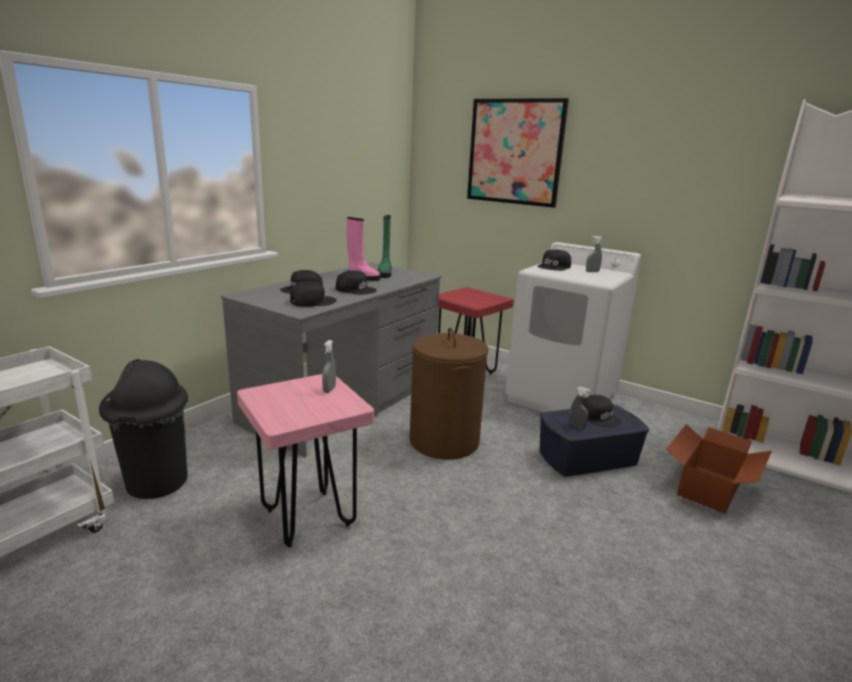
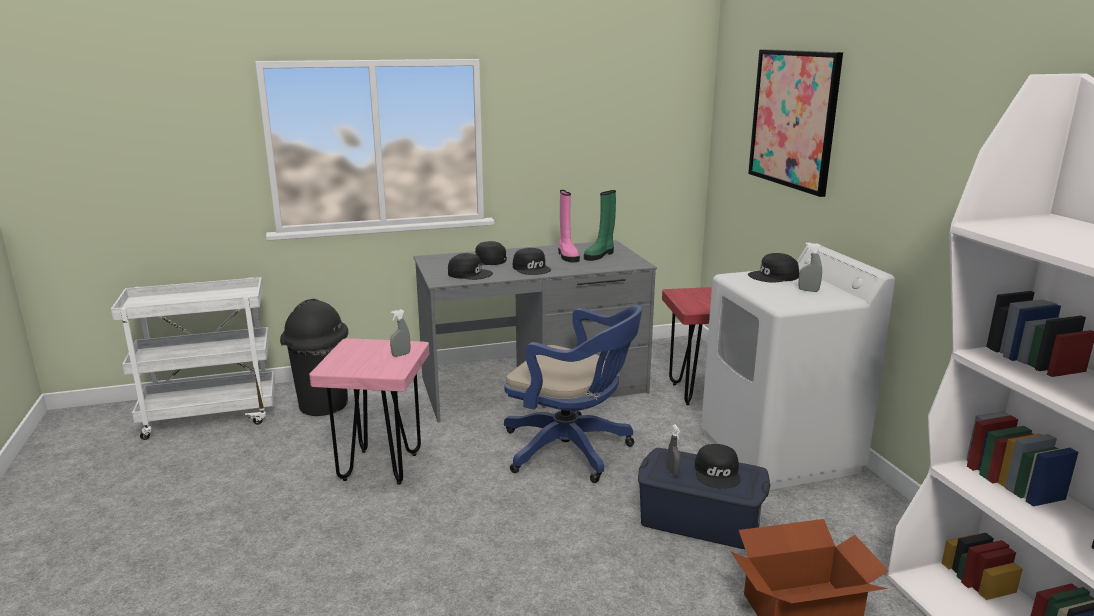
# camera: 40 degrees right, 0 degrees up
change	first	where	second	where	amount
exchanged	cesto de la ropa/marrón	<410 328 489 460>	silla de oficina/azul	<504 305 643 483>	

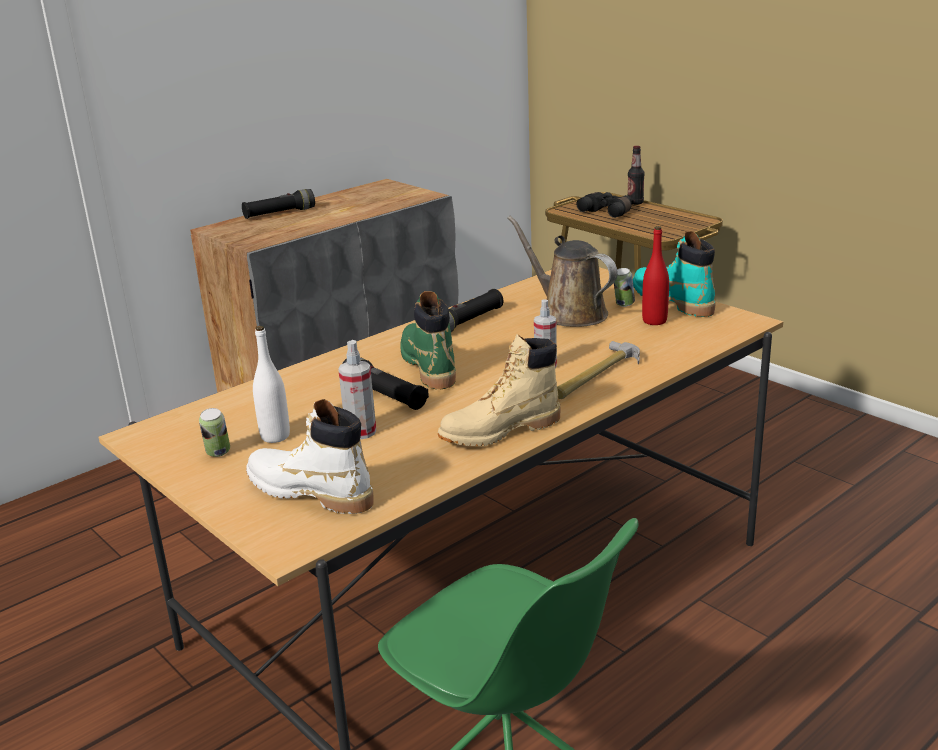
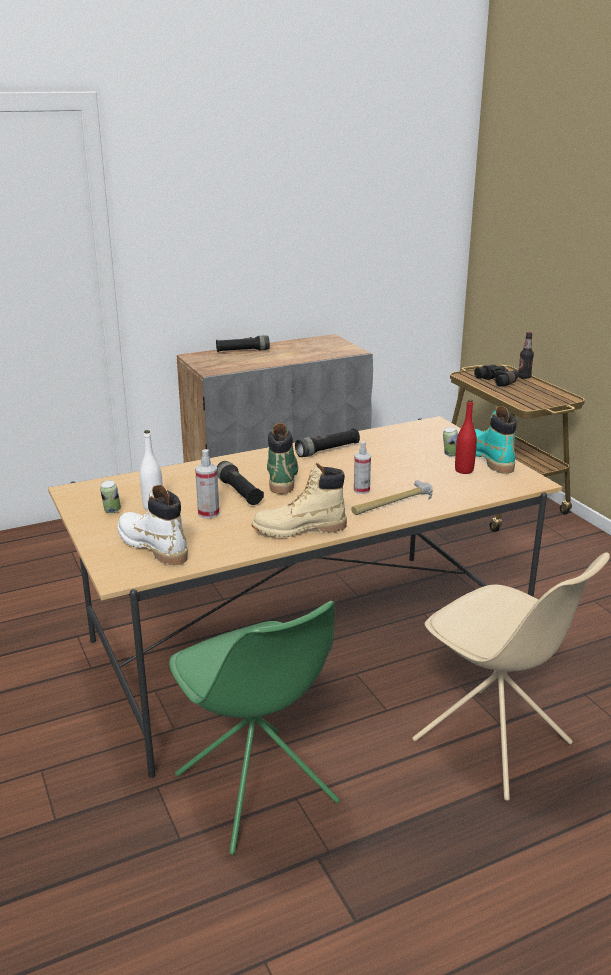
# camera: 15 degrees right, 0 degrees up
change	first	where	second	where	amount
missing	regadera/marrón	<507 216 618 327>			
appeared			silla/beis	<412 552 610 801>	

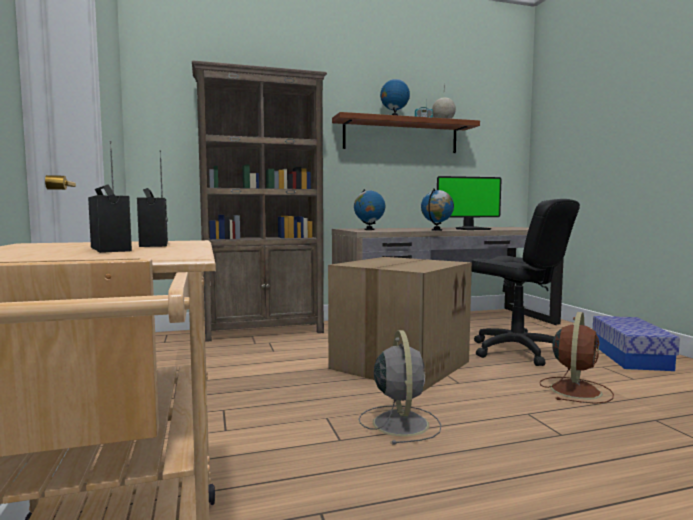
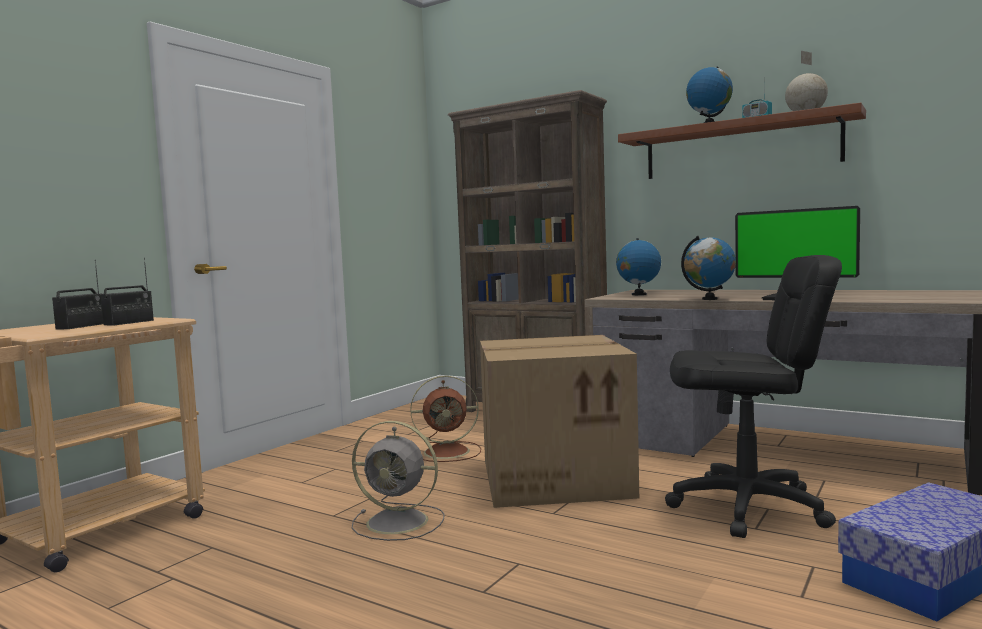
# camera: 50 degrees right, 0 degrees up
change	first	where	second	where	amount
spun	ventilador/gris	<359 330 441 445>		<352 421 445 541>	60 degrees clockwise
spun	silla de oficina/negro	<471 199 580 366>		<665 255 842 538>	90 degrees counterclockwise
relocated	ventilador/marrón	<539 312 614 404>		<410 376 481 462>	

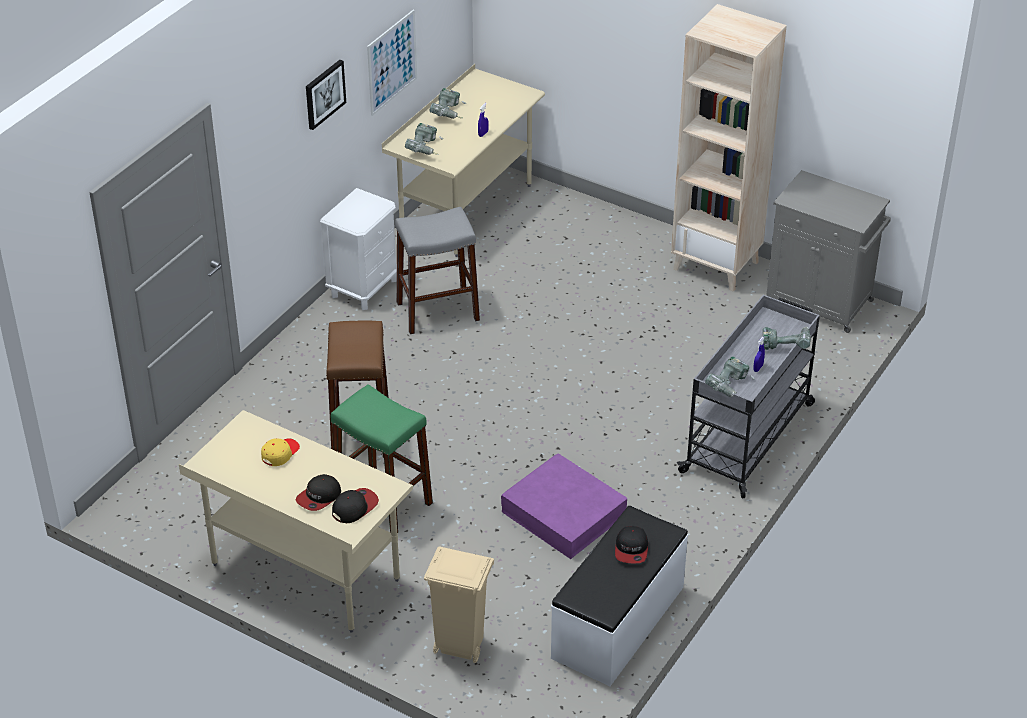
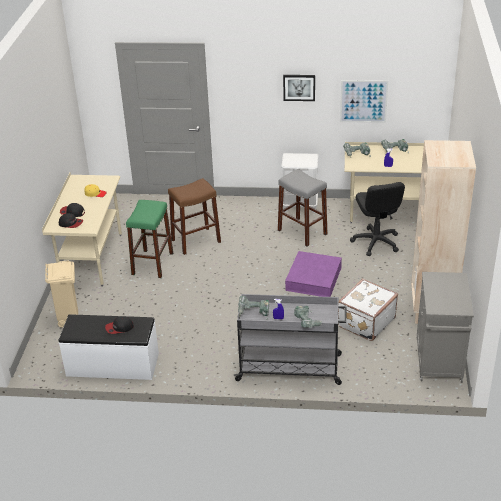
# camera: 65 degrees right, 5 degrees down
change	first	where	second	where	amount
relocated	caja de almacenaje/morado	<501 453 627 559>		<285 251 342 297>	
appeared			maleta/blanco	<338 279 398 341>	
appeared			silla de oficina/negro	<350 182 405 256>	

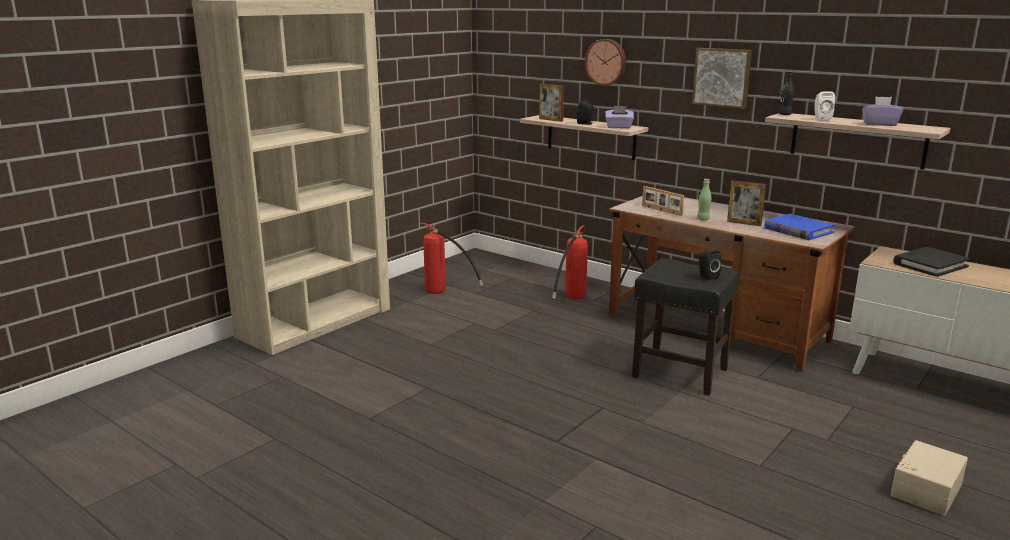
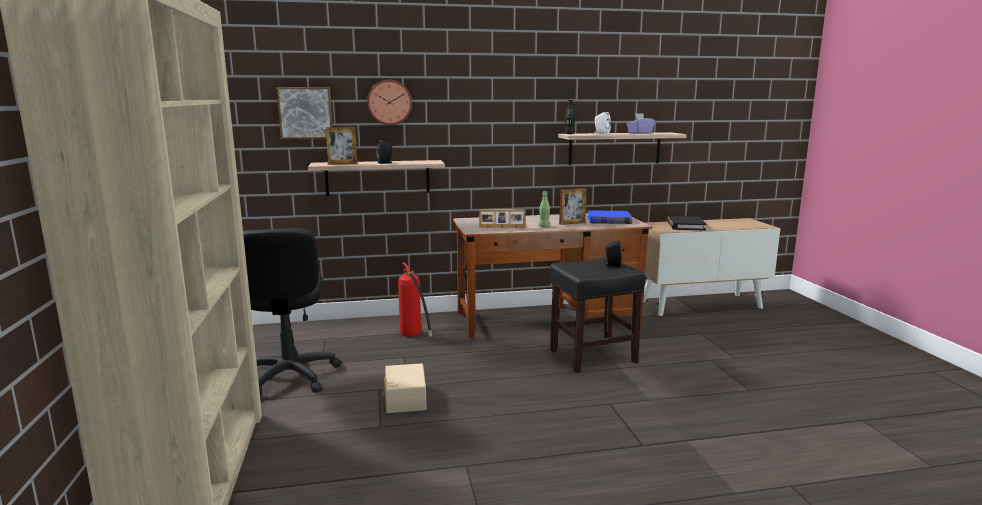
# camera: 50 degrees left, 5 degrees down
change	first	where	second	where	amount
exchanged	extintor	<419 223 483 294>	silla de oficina/negro	<243 228 342 397>	
missing	caja de pañuelos/morado	<605 106 634 129>			
relocated	cuadro	<692 48 752 109>		<276 87 332 139>	
relocated	caja de almacenaje/beis	<891 440 968 516>		<382 363 427 413>	

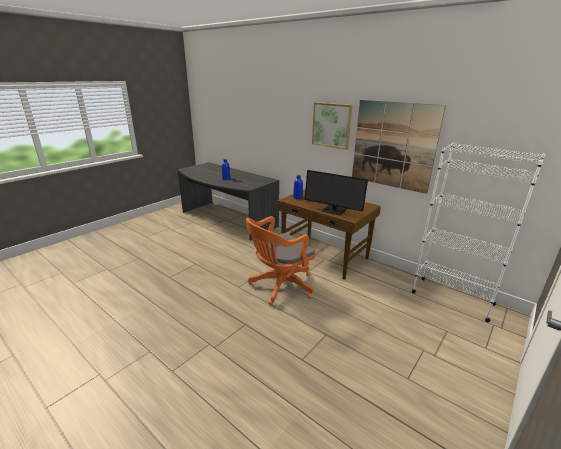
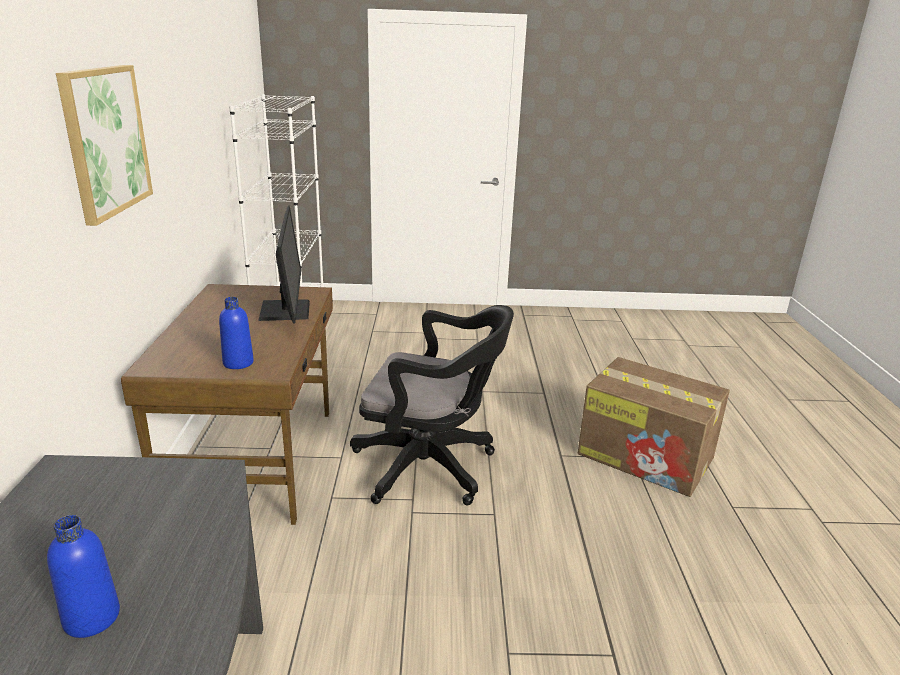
# camera: 130 degrees left, 0 degrees up
change	first	where	second	where	amount
colour	silla de oficina/naranja	<246 216 316 305>	silla de oficina/negro	<350 305 514 505>	
missing	cuadro	<352 100 446 194>			
appeared			caja de cartón	<578 357 730 497>	

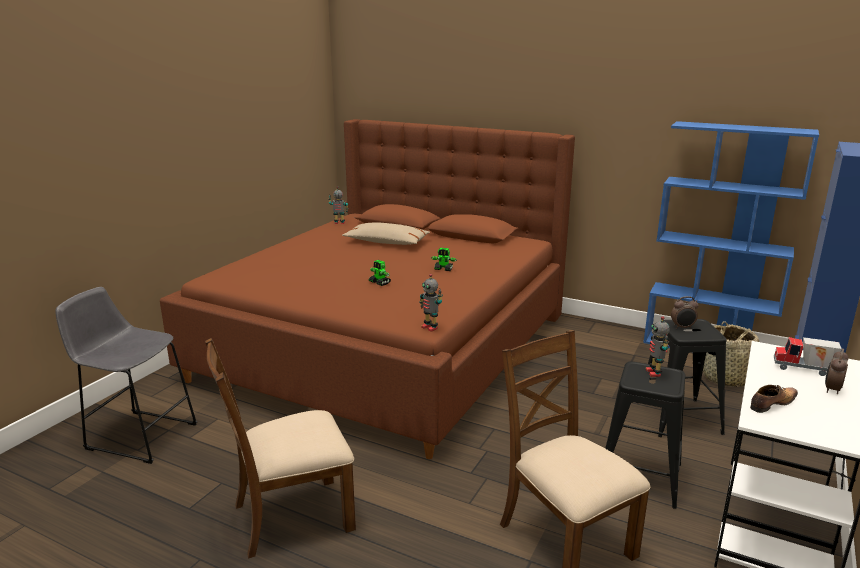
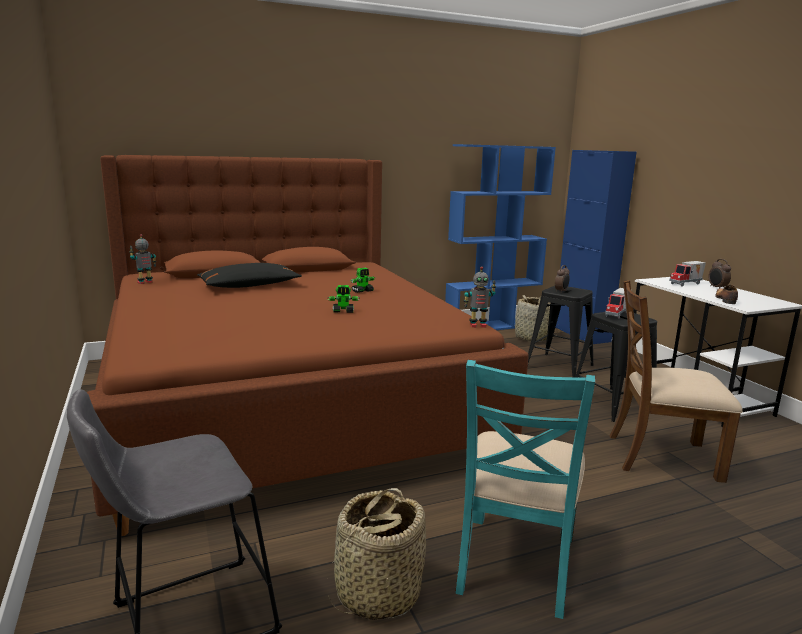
# camera: 50 degrees left, 5 degrees down
change	first	where	second	where	amount
colour	silla/marrón	<205 338 356 558>	silla/turquesa	<455 360 596 619>	
colour	cojín/beis	<342 222 430 245>	cojín/negro	<197 263 302 288>	
exchanged	robot de juguete	<646 316 670 377>	camión de juguete	<605 288 627 319>	
appeared			cesta	<328 488 426 620>	

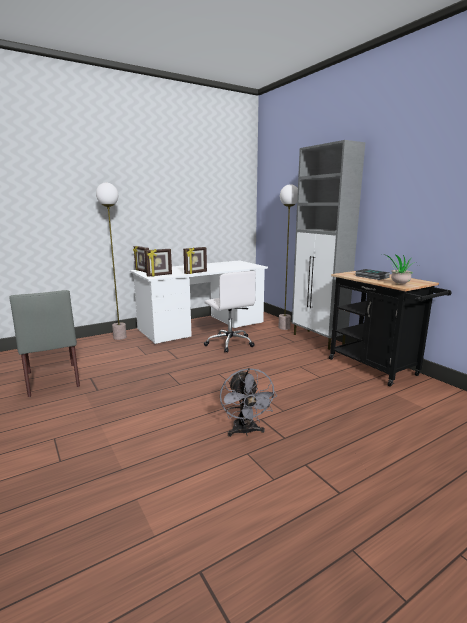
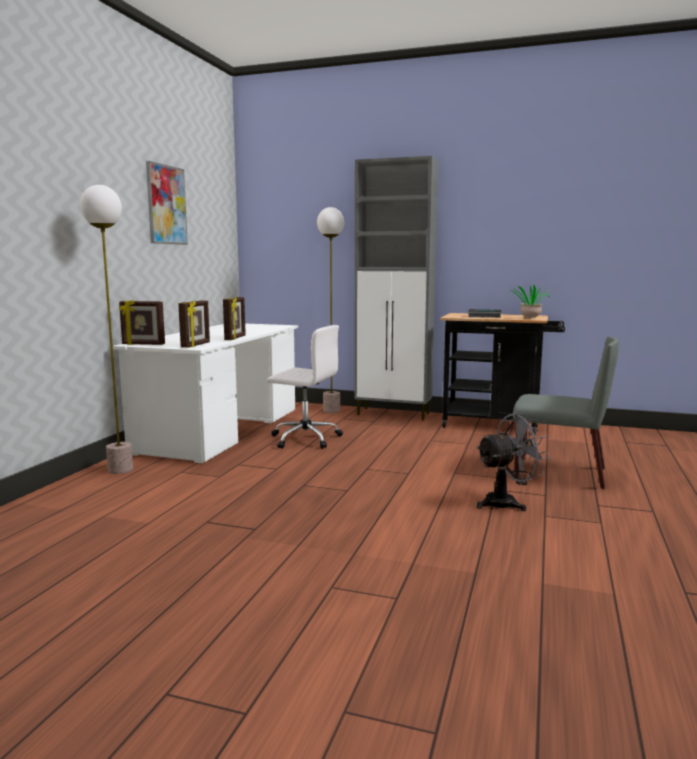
# camera: 40 degrees left, 5 degrees down
change	first	where	second	where	amount
relocated	silla/gris	<9 290 80 397>		<513 336 619 490>	
spun	ventilador/gris	<220 368 277 437>		<476 413 550 511>	60 degrees counterclockwise
appeared			cuadro	<146 161 188 245>	

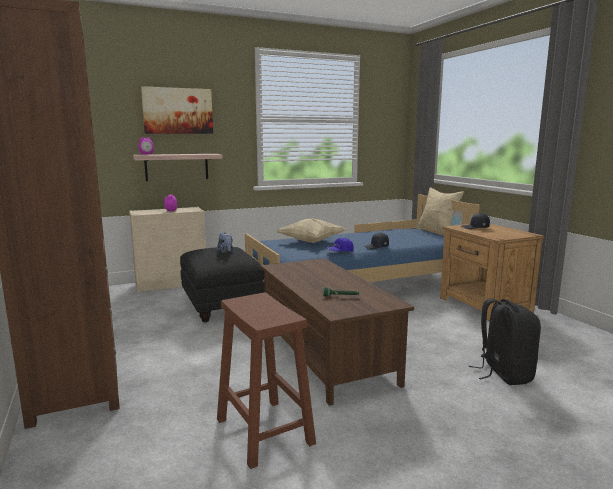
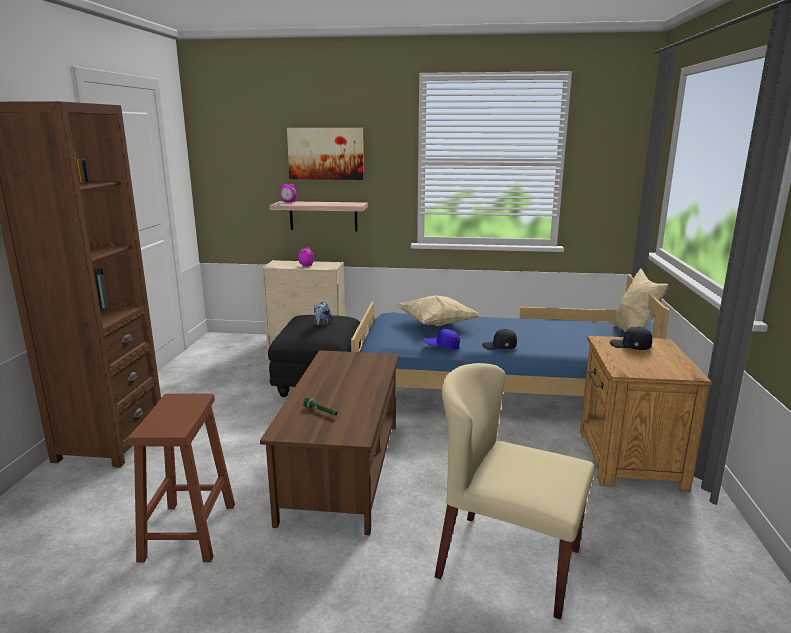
# camera: 30 degrees right, 5 degrees up
change	first	where	second	where	amount
exchanged	mochila/negro	<469 298 541 385>	silla/beis	<435 363 594 619>	

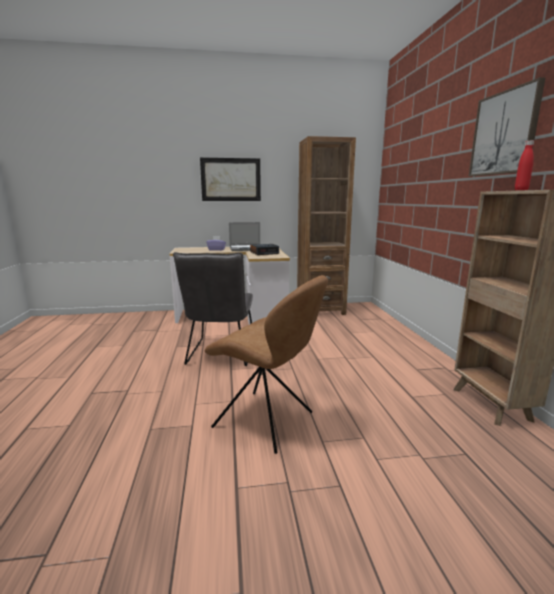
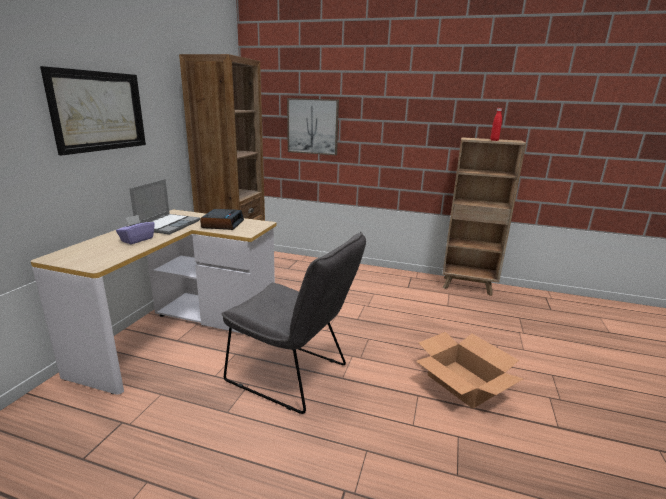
# camera: 65 degrees left, 5 degrees up
change	first	where	second	where	amount
exchanged	silla/marrón	<205 275 328 454>	caja de cartón	<416 332 523 409>	
relocated	cuadro	<469 77 545 176>		<287 98 339 155>	

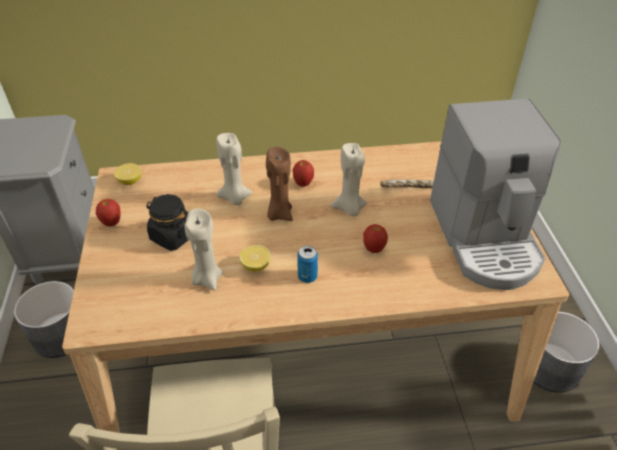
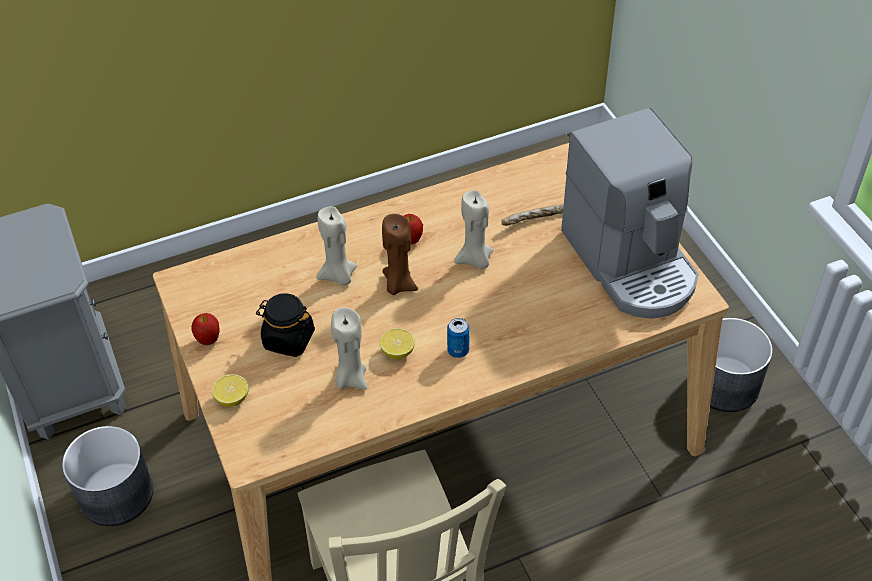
# camera: 15 degrees left, 5 degrees up
change	first	where	second	where	amount
relocated	limón	<114 163 142 185>		<212 374 249 407>	
missing	manzana	<363 224 388 253>			

